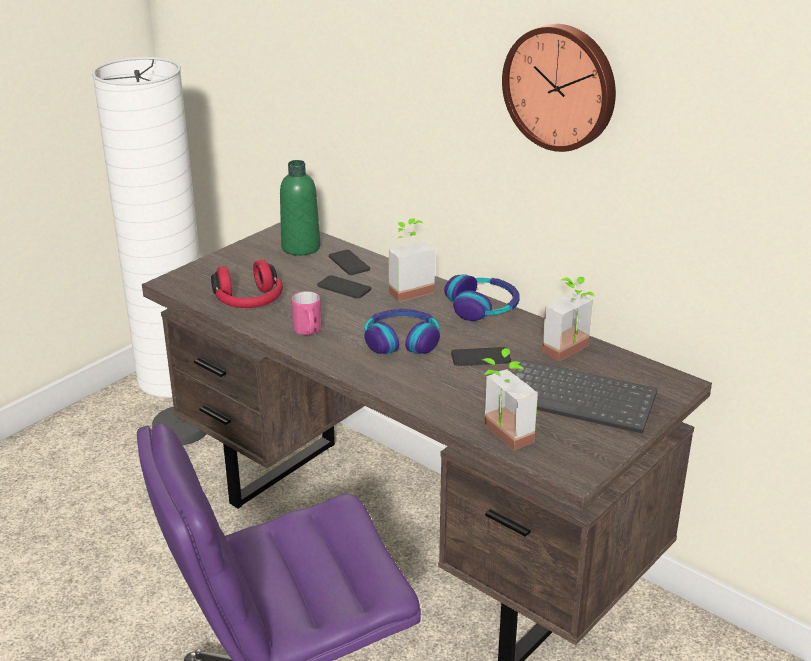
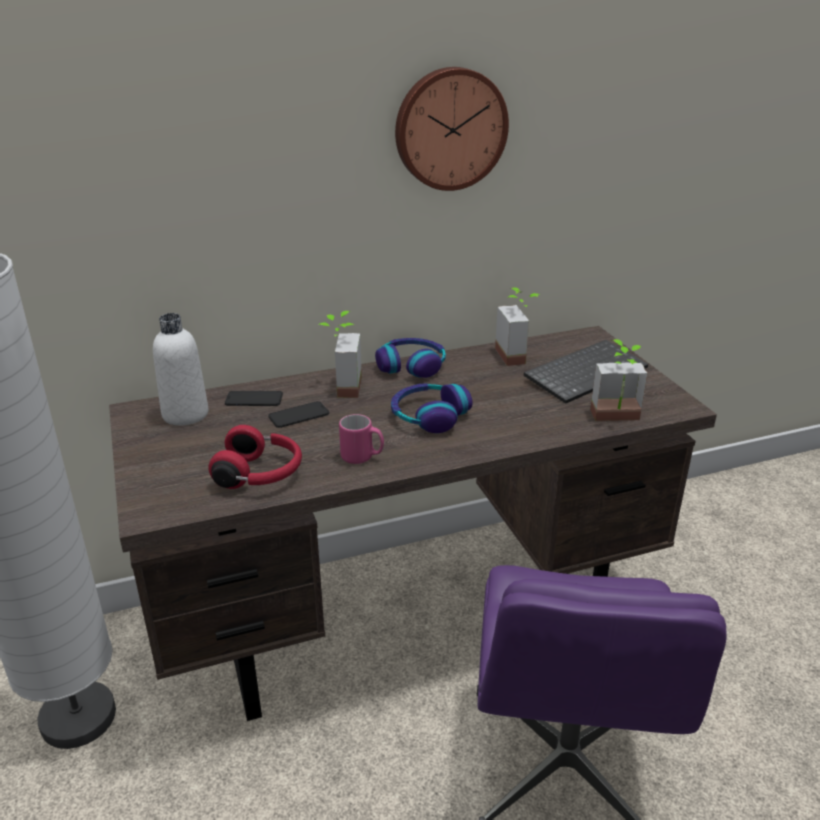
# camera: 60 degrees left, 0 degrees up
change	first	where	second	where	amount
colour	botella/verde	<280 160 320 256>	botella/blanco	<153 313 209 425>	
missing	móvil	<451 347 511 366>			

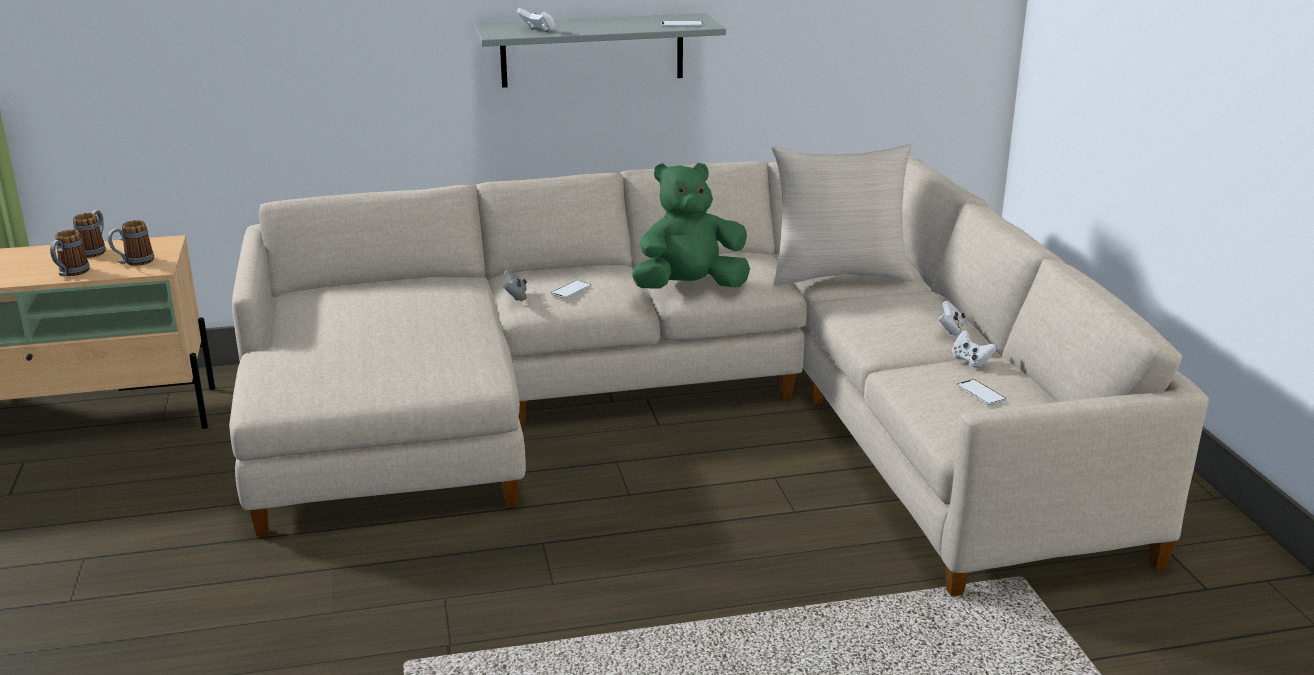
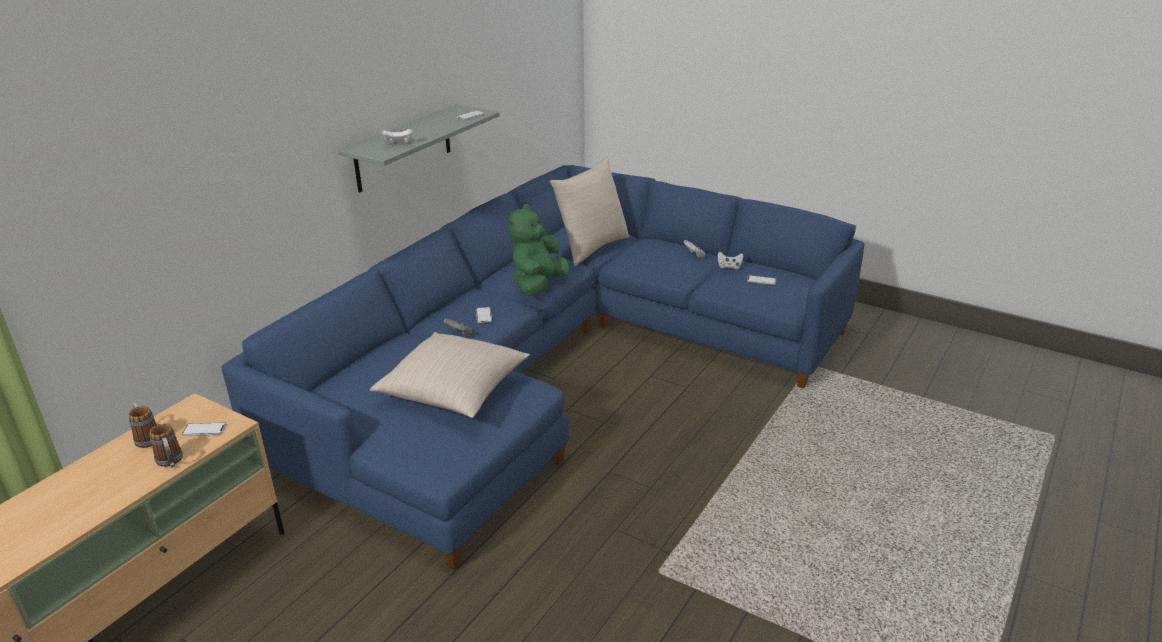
# camera: 45 degrees left, 5 degrees up
change	first	where	second	where	amount
exchanged	taza grande	<108 220 154 266>	móvil	<182 422 226 436>	
colour	sofá/beis	<229 157 1209 596>	sofá/azul	<221 165 864 570>	
appeared			cojín/beis	<370 332 530 418>	

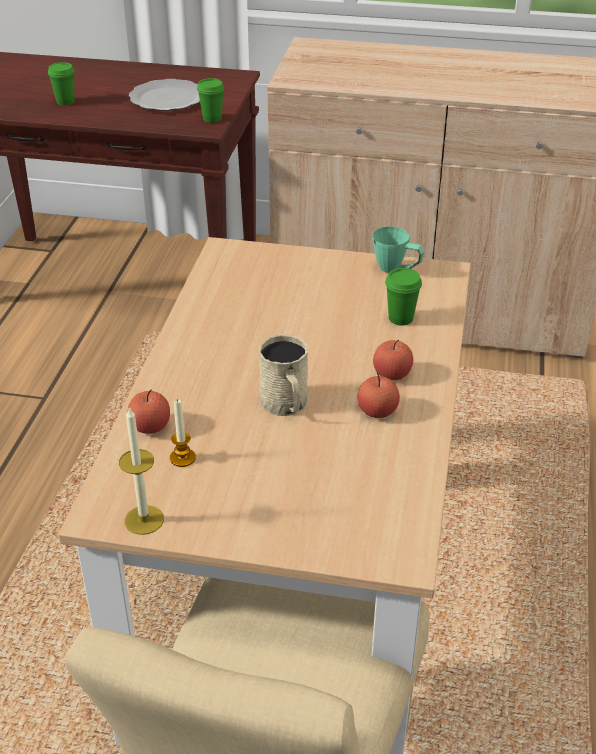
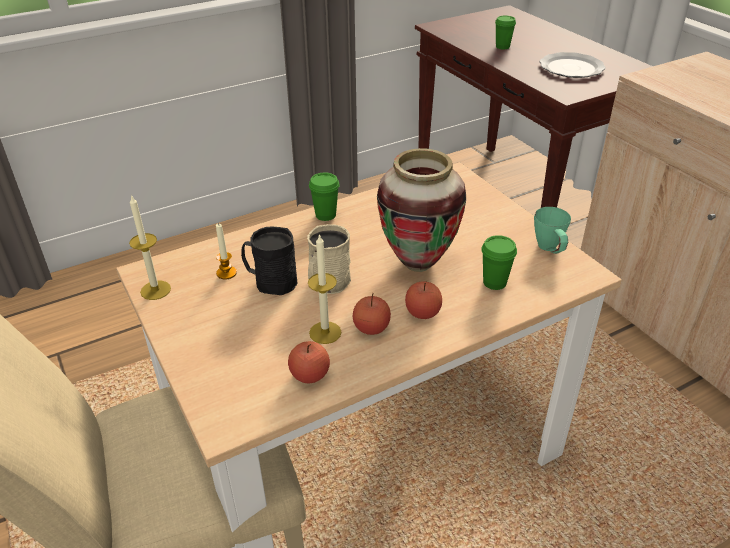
# camera: 50 degrees right, 0 degrees up
change	first	where	second	where	amount
relocated	manzana	<128 390 170 434>		<288 341 330 383>	
relocated	taza/verde	<197 78 224 123>		<309 173 340 221>	
appeared			taza grande/negro	<241 226 297 295>	
appeared			vela	<308 234 341 344>	
appeared			florero	<377 148 466 272>	

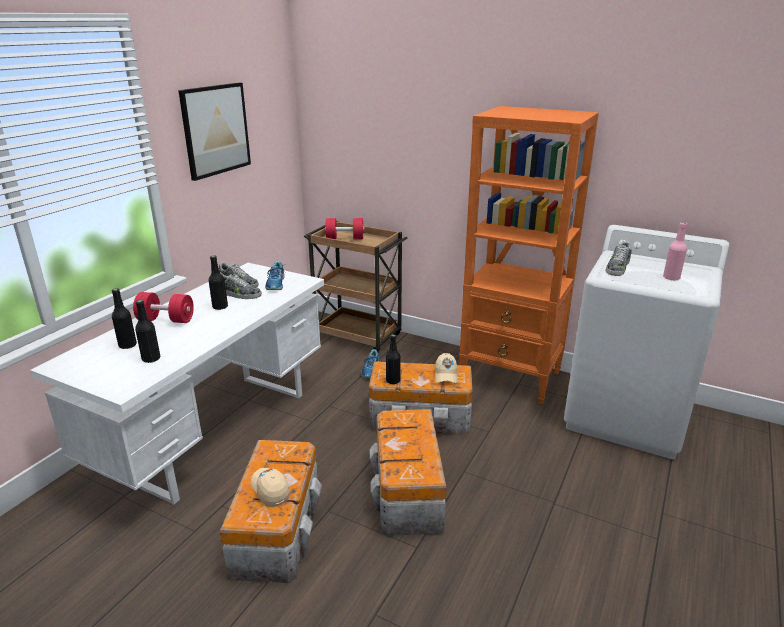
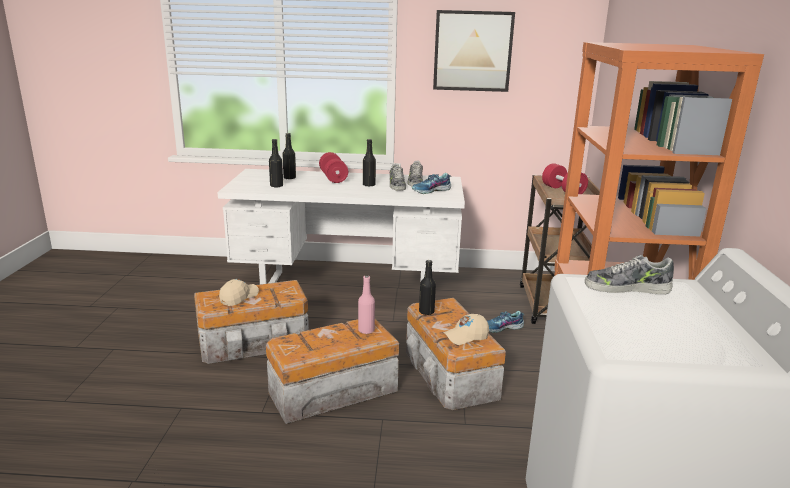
# camera: 65 degrees right, 5 degrees down
change	first	where	second	where	amount
relocated	botella/rosa	<663 222 687 281>		<358 275 375 334>	

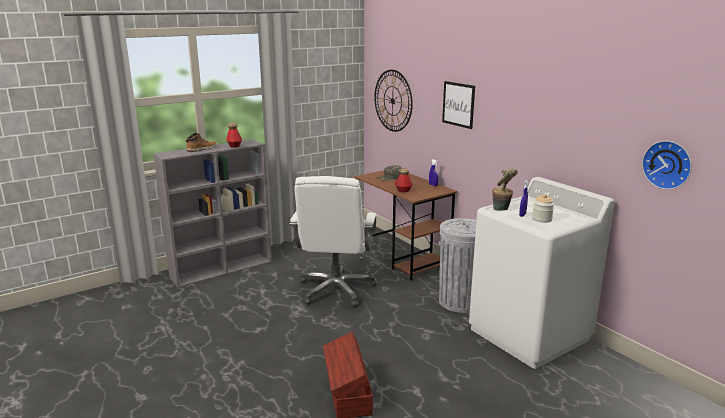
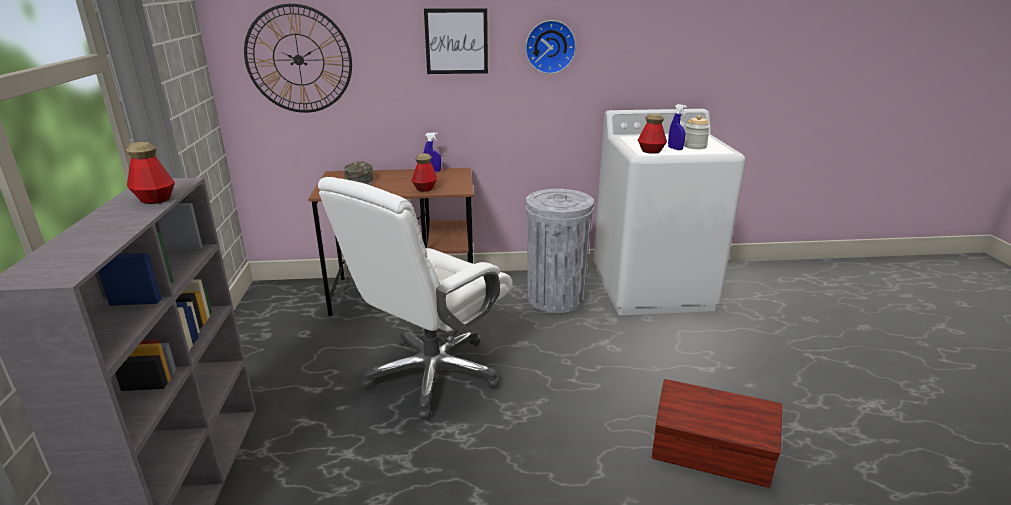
# camera: 60 degrees left, 5 degrees up
change	first	where	second	where	amount
missing	bota	<186 133 217 152>			
spun	silla de oficina/blanco	<289 176 377 307>		<318 177 513 419>	90 degrees clockwise
exchanged	planta en maceta	<492 168 518 211>	botella	<638 114 667 154>	
relocated	reloj de pared	<642 141 692 190>		<525 20 576 74>	

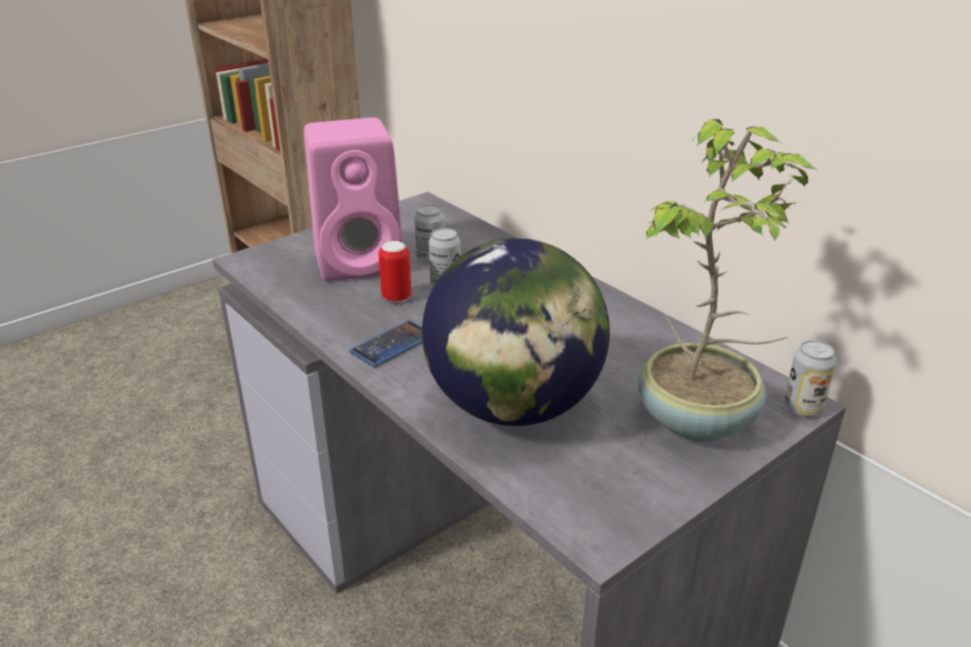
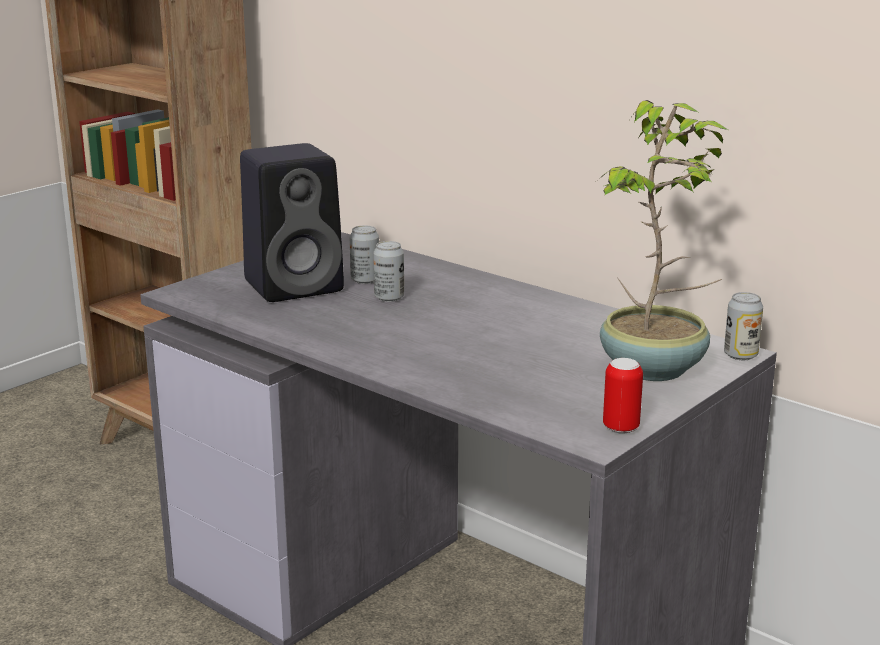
# camera: 10 degrees left, 10 degrees down
change	first	where	second	where	amount
colour	altavoz/rosa	<304 117 403 281>	altavoz/negro	<240 143 344 302>	
missing	móvil	<350 320 423 367>			
relocated	lata	<379 241 411 303>		<603 358 643 434>	
missing	globo terráqueo	<422 238 610 426>			

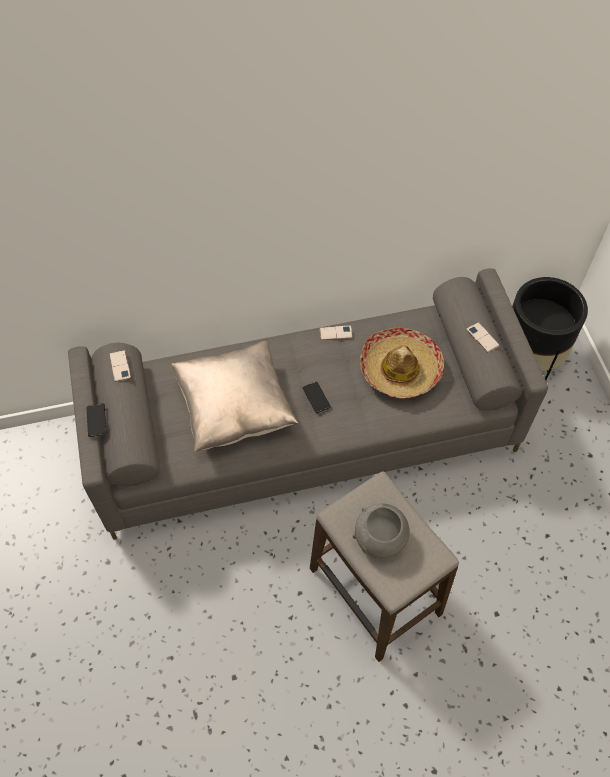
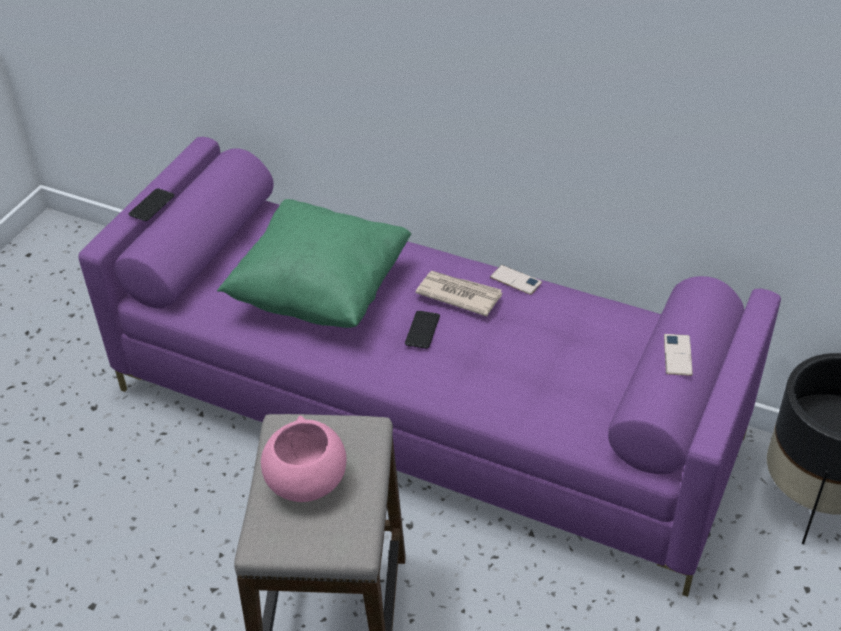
# camera: 40 degrees right, 15 degrees down
change	first	where	second	where	amount
colour	sofá/gris	<68 268 548 540>	sofá/morado	<78 137 781 597>	
missing	móvil	<110 350 131 382>			
colour	cojín/beis	<171 341 298 452>	cojín/verde	<217 199 412 328>	
colour	cuenco/gris	<353 503 410 559>	cuenco/rosa	<261 416 346 502>	
missing	sombrero	<360 328 444 398>			
appeared			periódico	<415 271 502 317>	

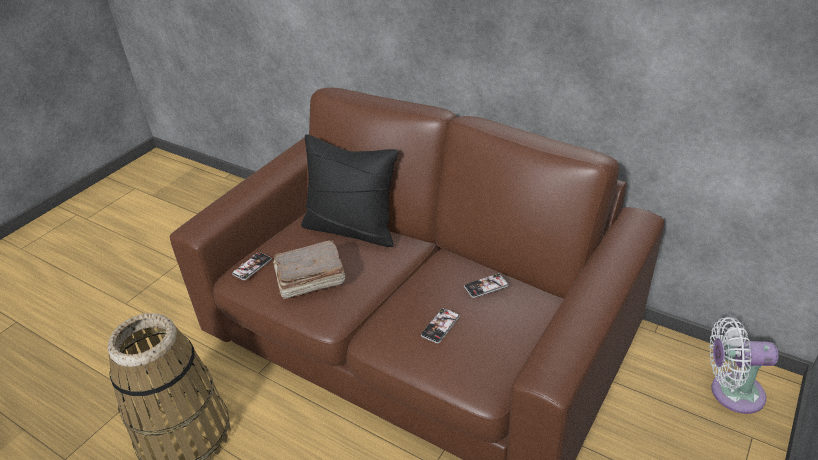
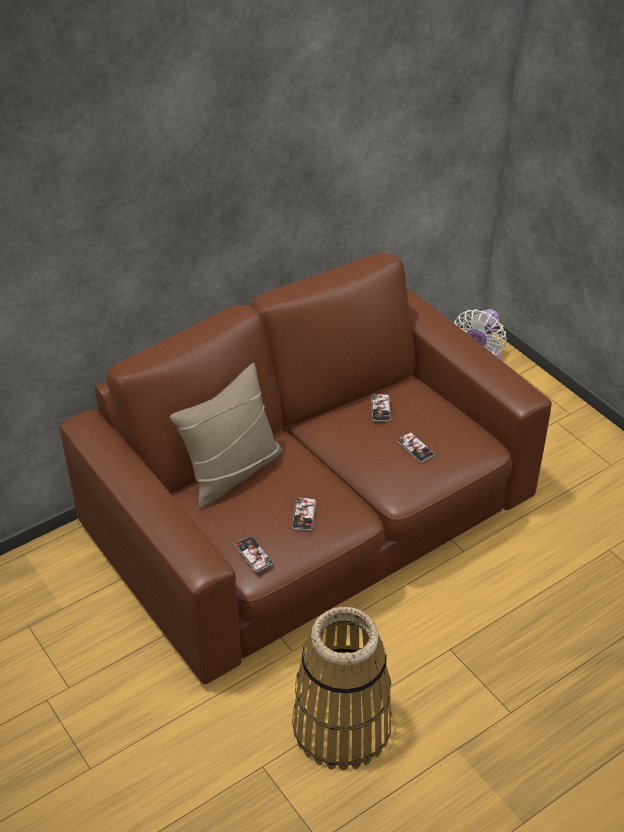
# camera: 70 degrees left, 5 degrees up
change	first	where	second	where	amount
exchanged	libro/marrón	<273 240 345 299>	móvil	<292 498 316 531>	
colour	cojín/negro	<301 134 399 247>	cojín/beis	<170 363 283 509>	

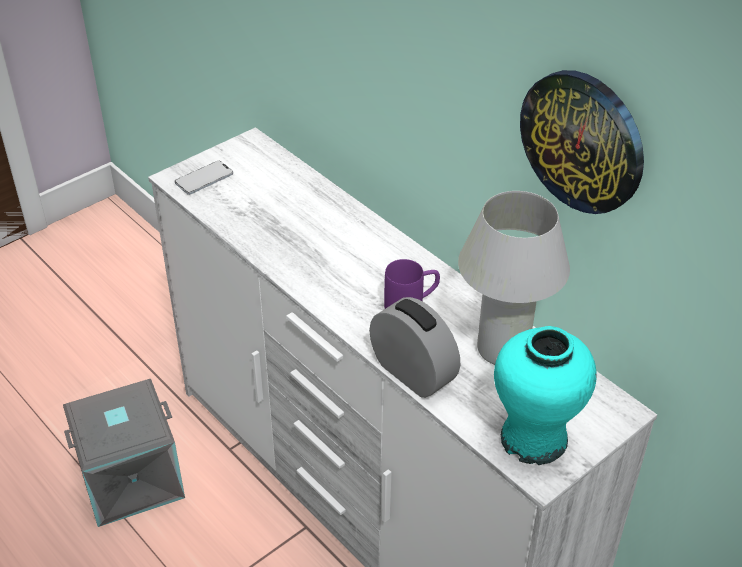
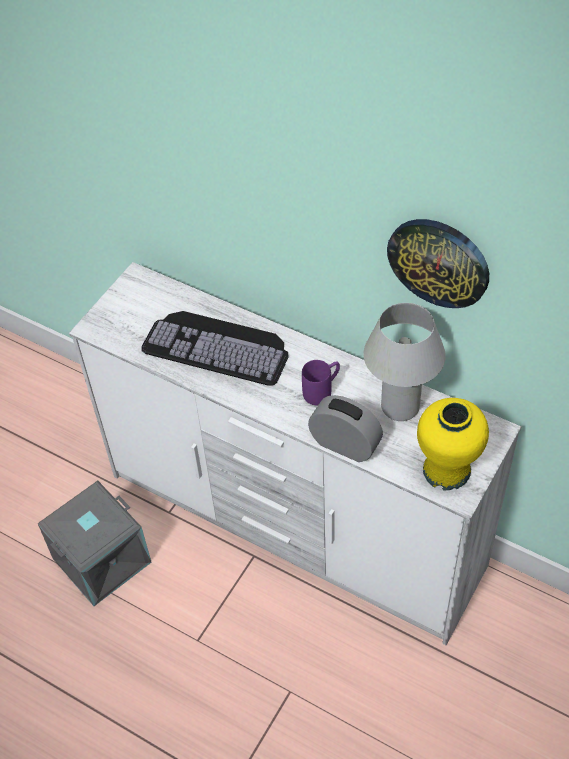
# camera: 15 degrees left, 10 degrees up
change	first	where	second	where	amount
missing	móvil	<175 160 233 195>			
colour	florero/turquesa	<494 326 597 465>	florero/amarillo	<417 398 489 490>	
appeared			teclado	<141 311 289 386>	

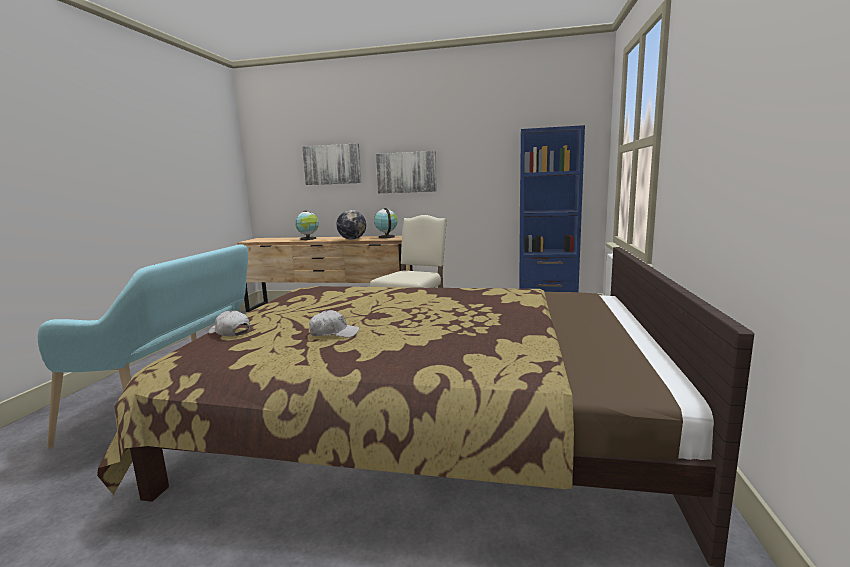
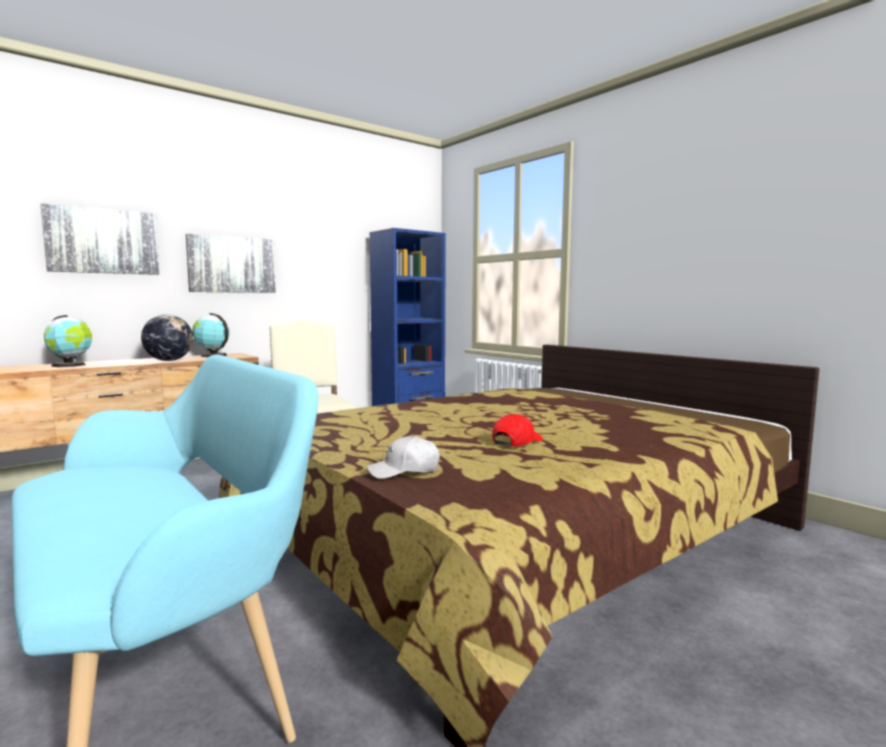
# camera: 50 degrees left, 5 degrees down
change	first	where	second	where	amount
colour	gorra/blanco	<309 310 360 338>	gorra/rojo	<493 414 543 446>	

